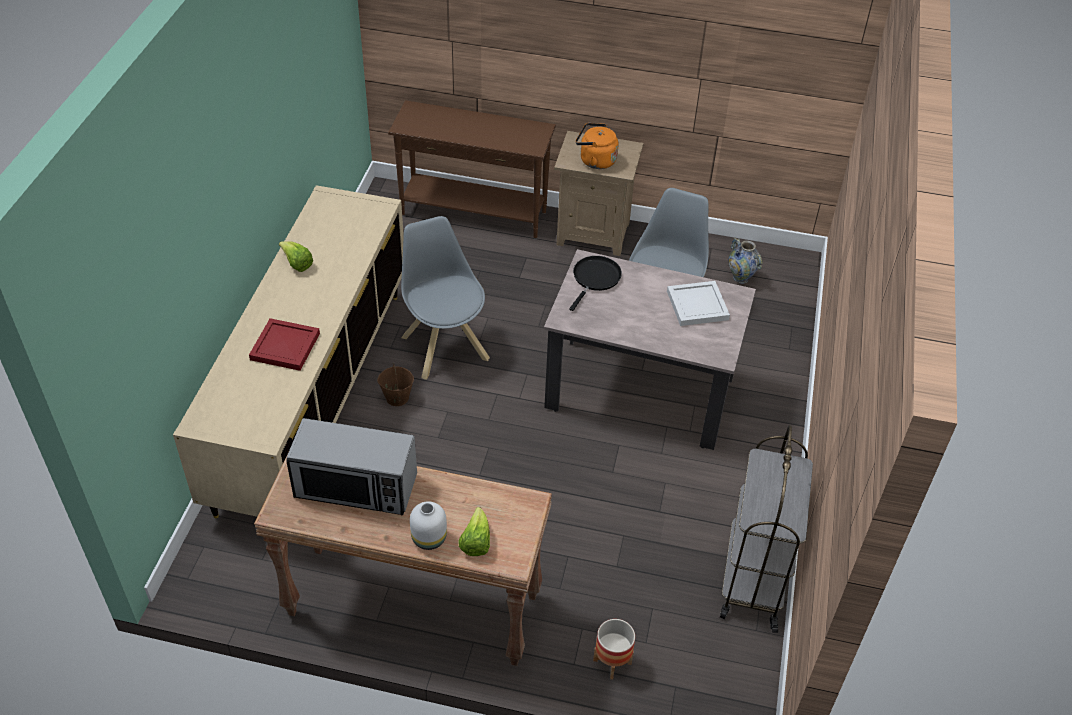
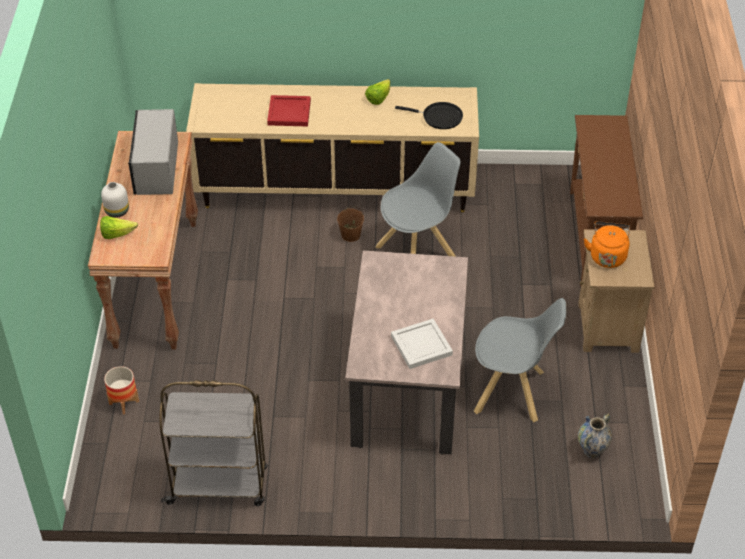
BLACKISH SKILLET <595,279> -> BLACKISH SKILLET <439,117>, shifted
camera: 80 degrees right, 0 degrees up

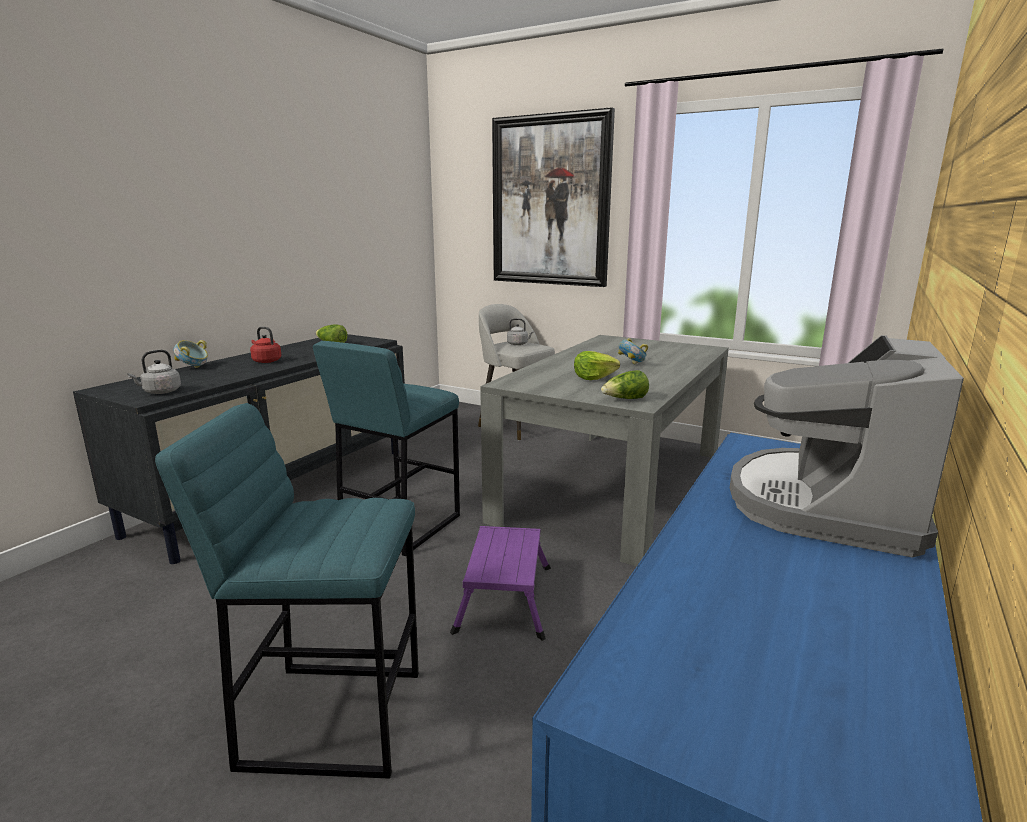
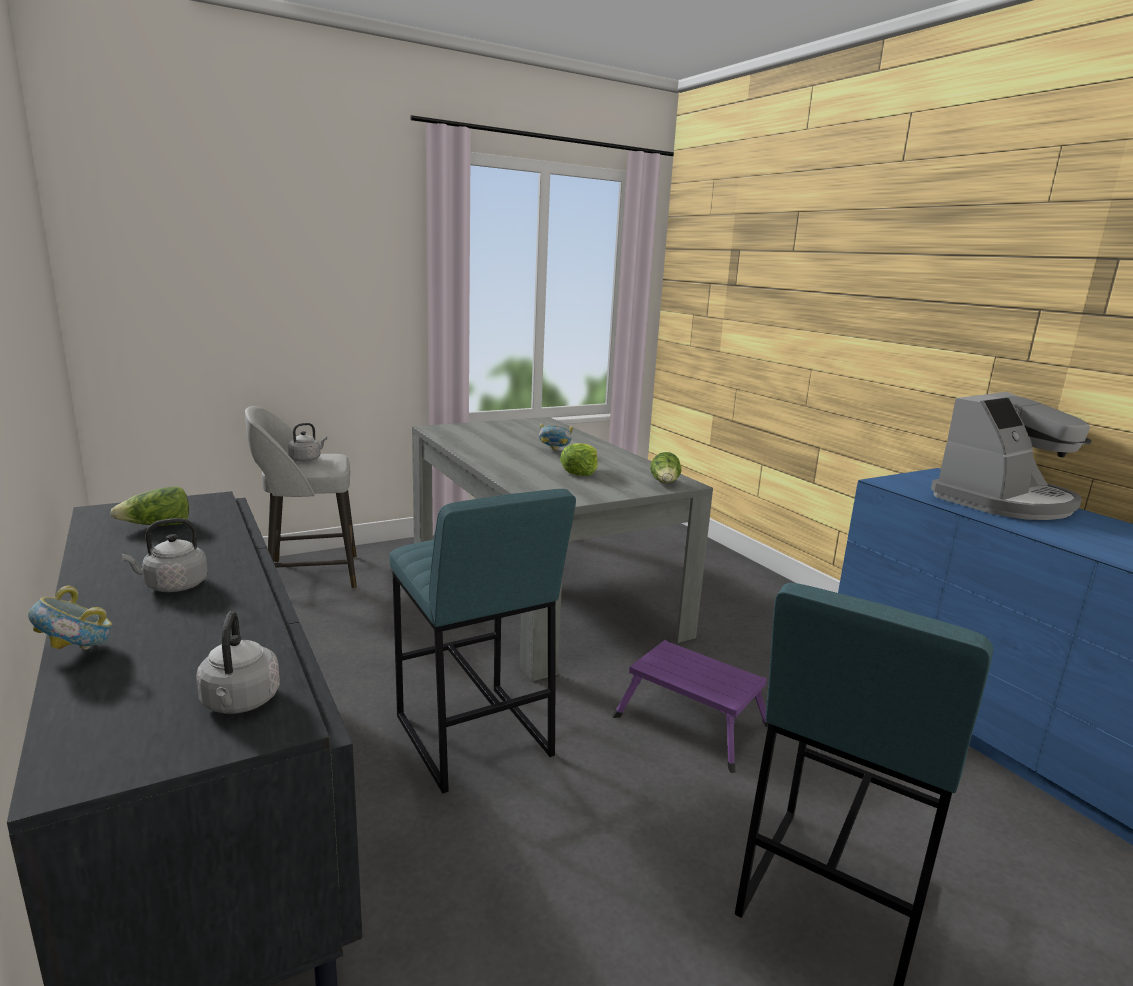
PICTURE <550,201> -> none
RED TEA KETTLE <266,361> -> GRAY TEA KETTLE <173,586>
COFFEE BREWER <826,505> -> COFFEE BREWER <1004,501>, 90 degrees counterclockwise
camera: 60 degrees left, 0 degrees up

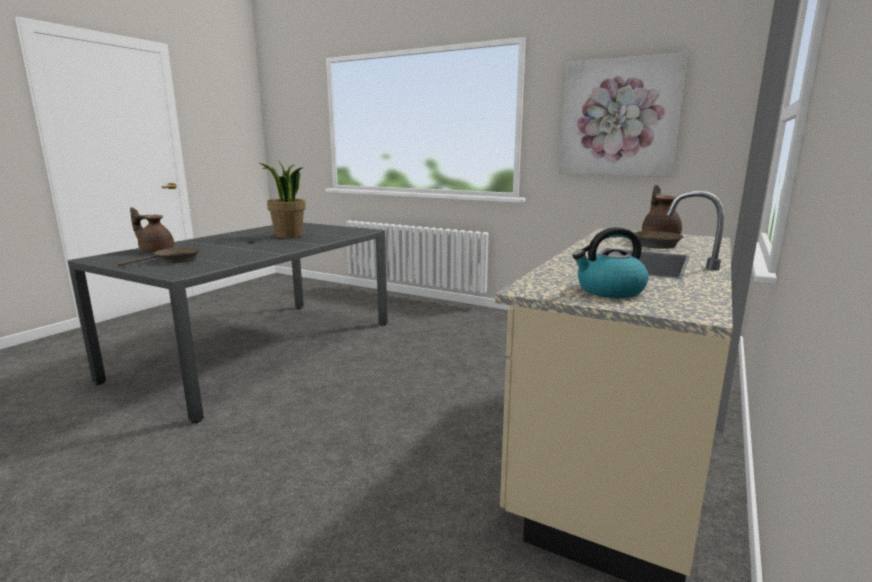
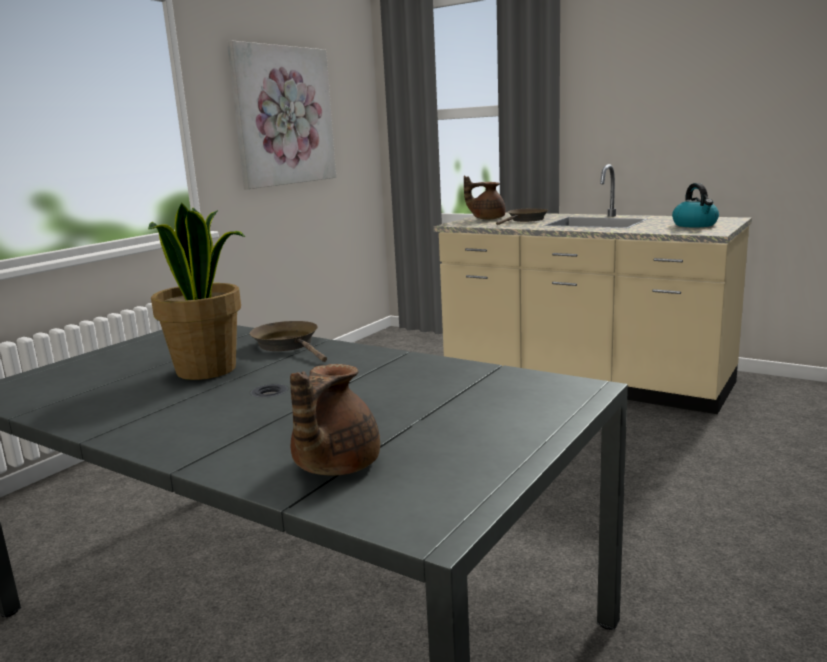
BROWN SKILLET <174,260> -> BROWN SKILLET <289,345>, shifted
camera: 85 degrees left, 0 degrees up

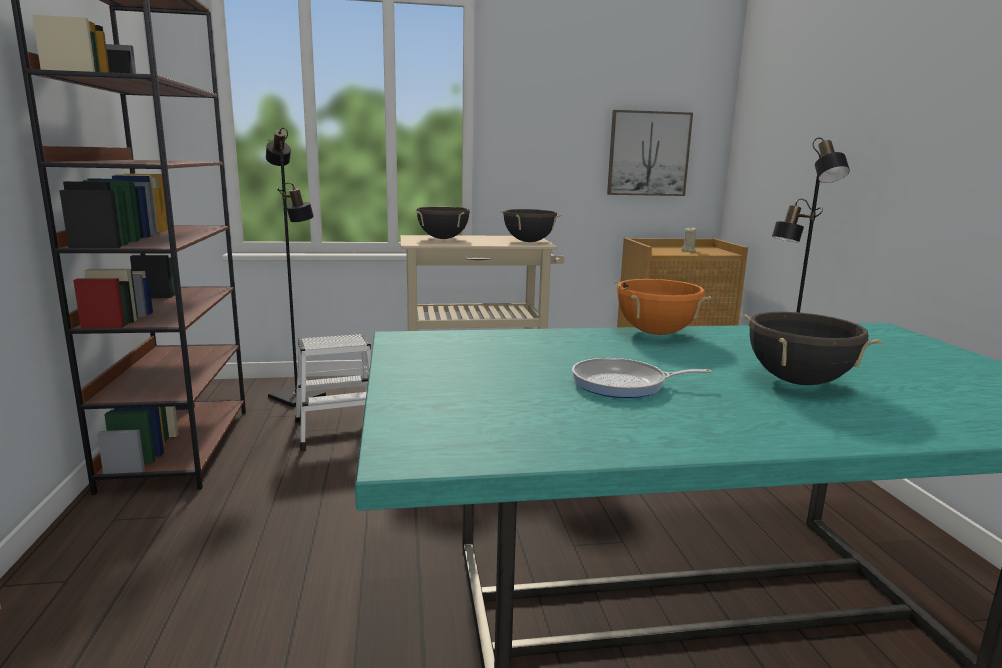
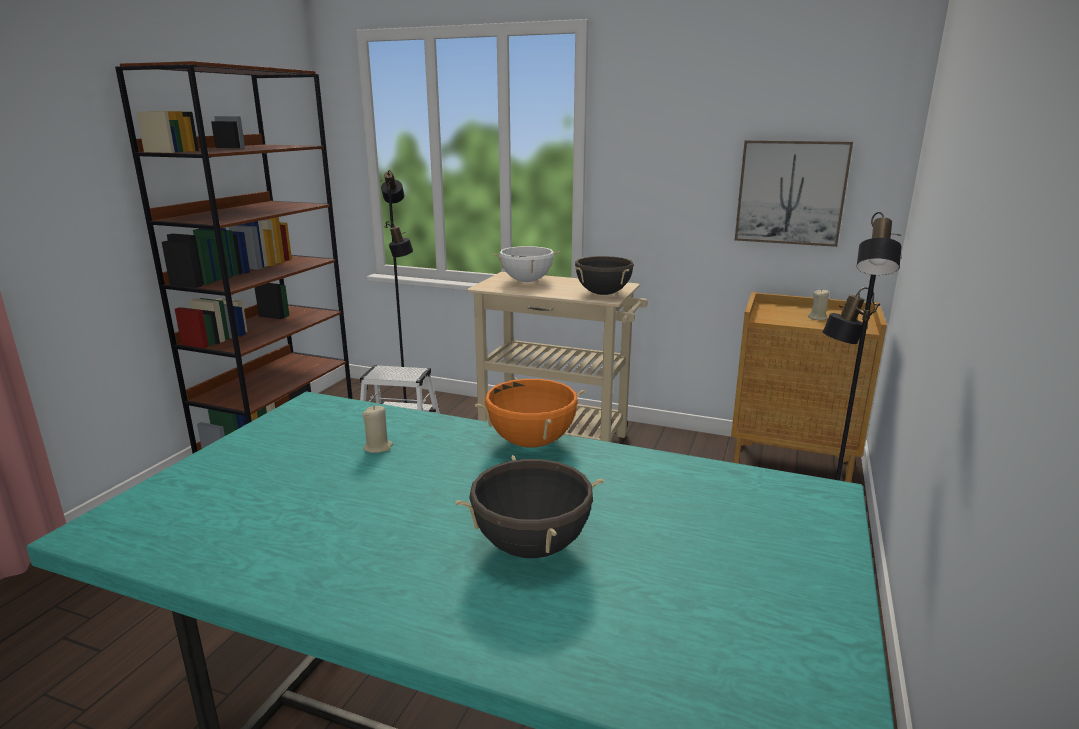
BLACKISH STOCKPOT <443,238> -> WHITISH STOCKPOT <527,281>
SKILLET <624,384> -> none
none -> SAND-COLOURED WAX CANDLE <378,447>
camera: 30 degrees right, 5 degrees up

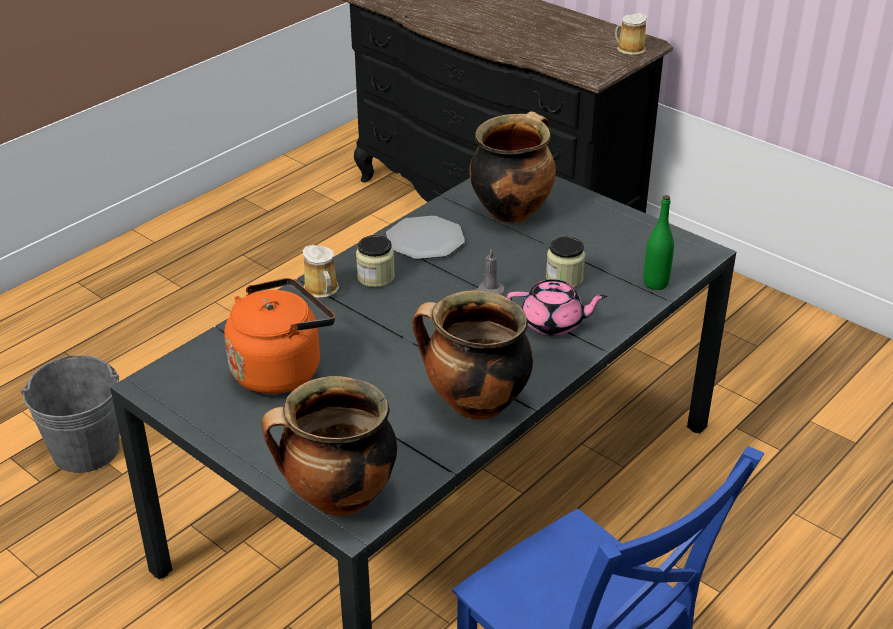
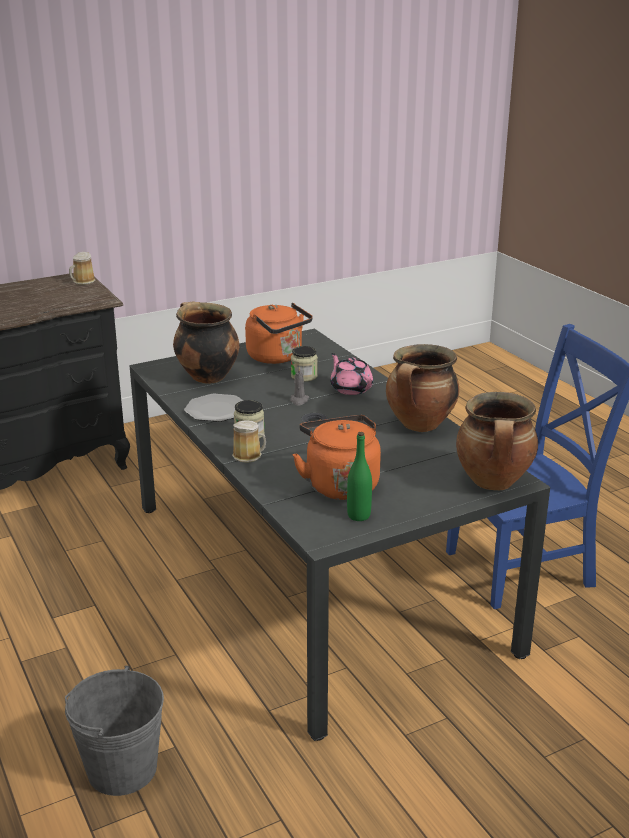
GREENISH DRINK BOTTLE <655,283> -> GREENISH DRINK BOTTLE <358,515>, shifted
PINKISH TEAPOT <553,323> -> PINKISH TEAPOT <351,388>, 60 degrees counterclockwise
none -> ORANGE TEA KETTLE <277,357>
camera: 70 degrees left, 10 degrees down

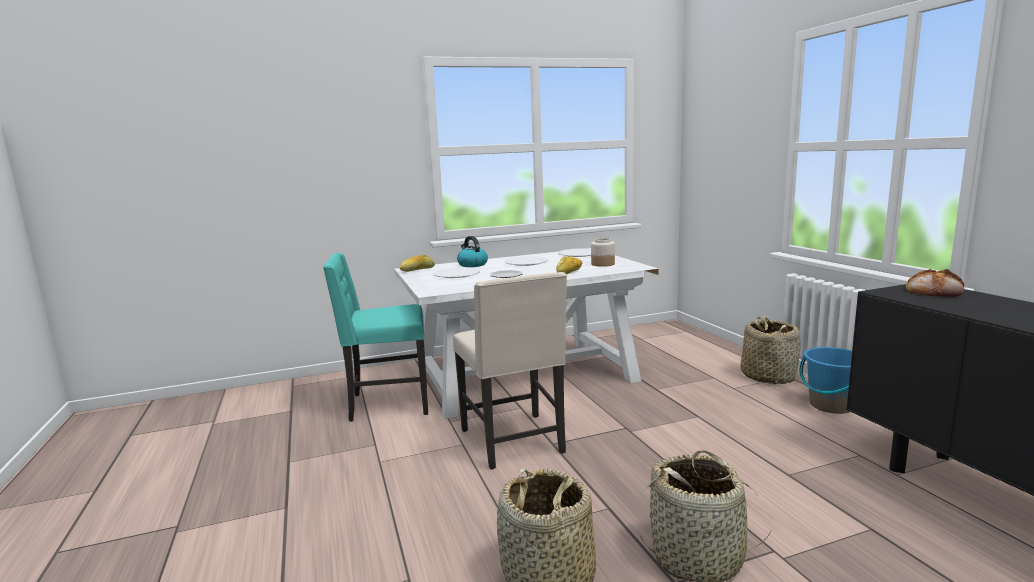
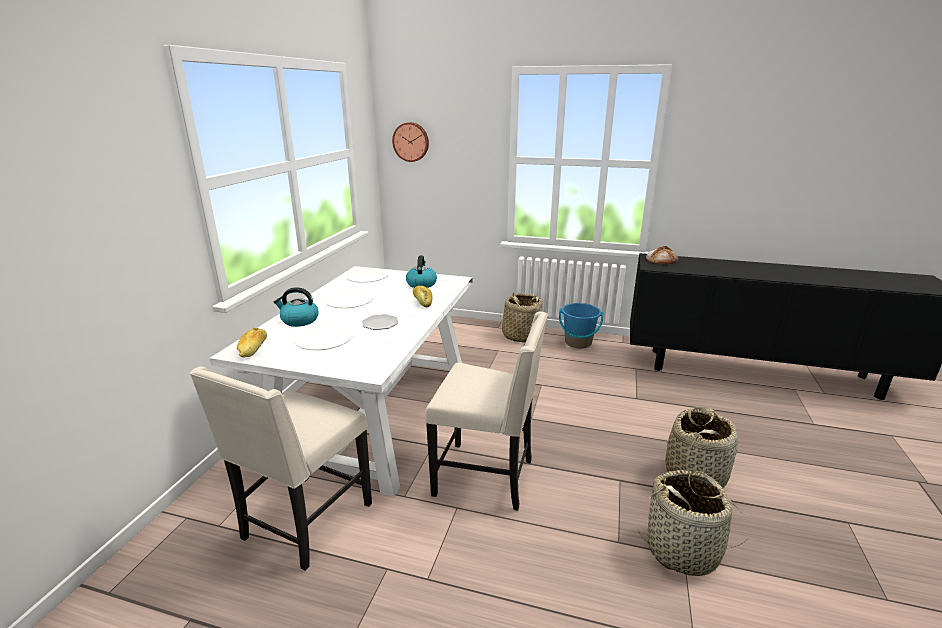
JAR <602,264> -> TEA KETTLE <421,284>
TURQUOISE-COLOURED CHAIR <388,404> -> SAND-COLOURED CHAIR <305,522>
none -> CLOCK ON THE WALL <411,142>
camera: 55 degrees left, 10 degrees up

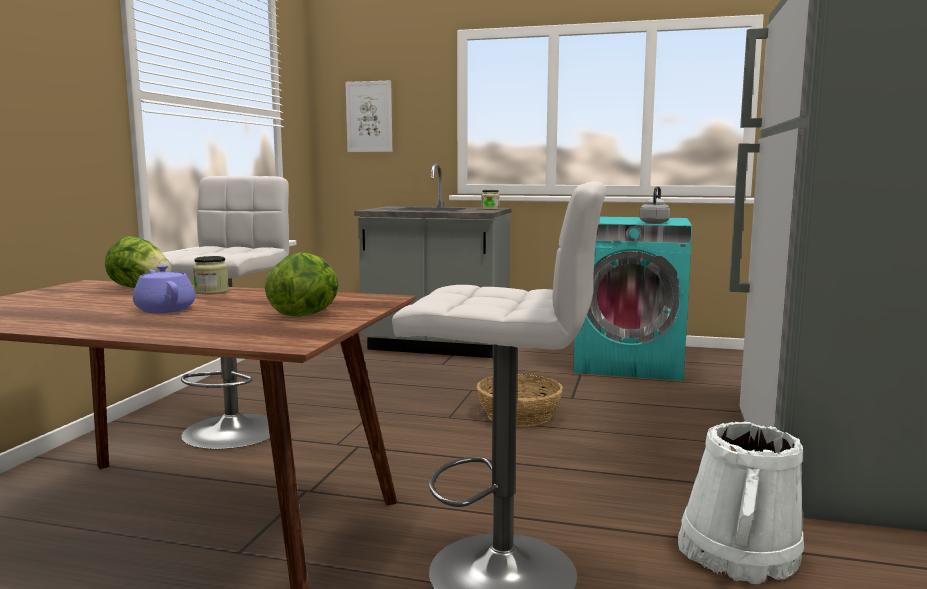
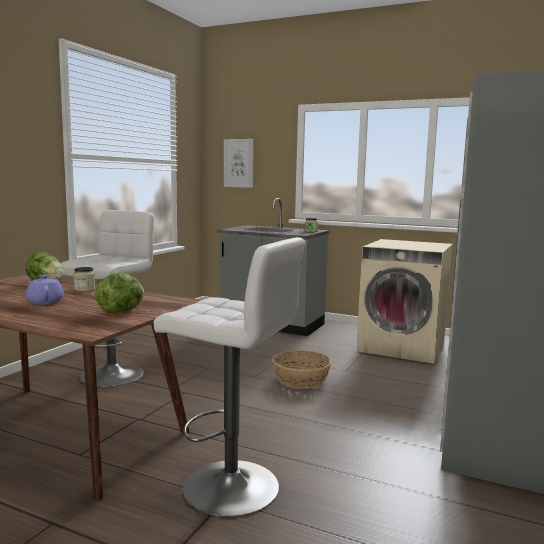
GRAY TEA KETTLE <654,223> -> none
TURQUOISE-COLOURED LAUNDRY APPLIANCE <630,363> -> SAND-COLOURED LAUNDRY APPLIANCE <403,347>
WHITISH BUCKET <738,553> -> none
camera: 10 degrees right, 0 degrees up

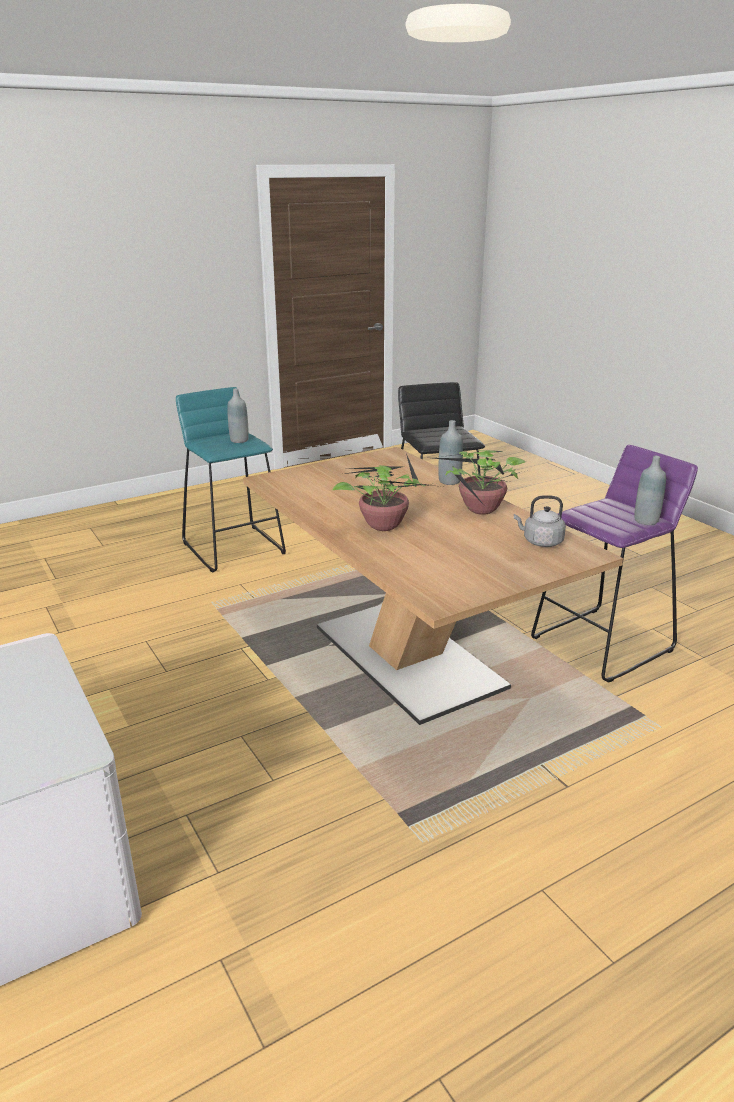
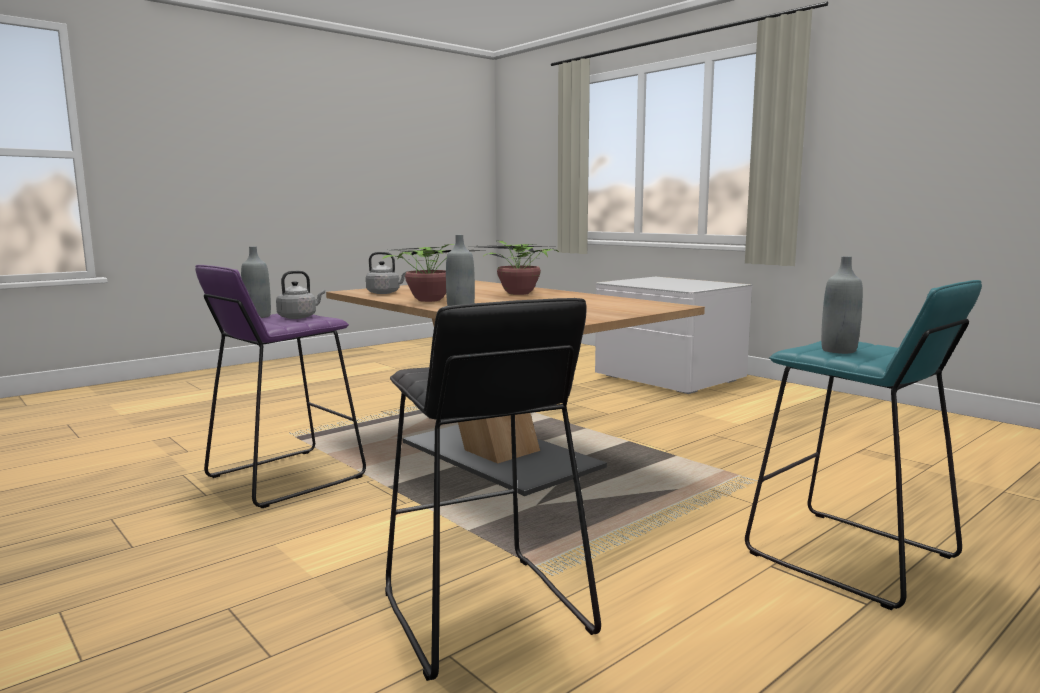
none -> GRAY TEA KETTLE <299,317>
camera: 170 degrees right, 15 degrees down

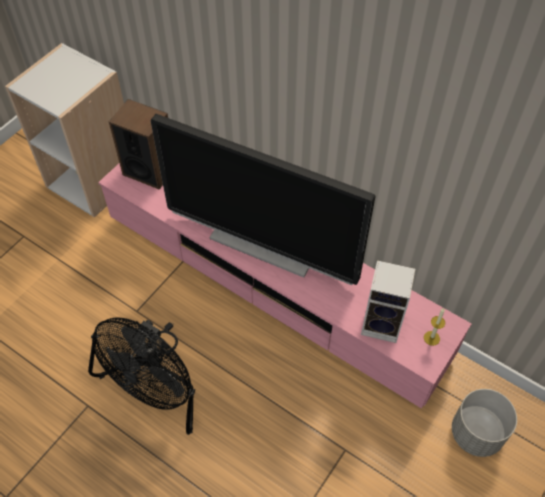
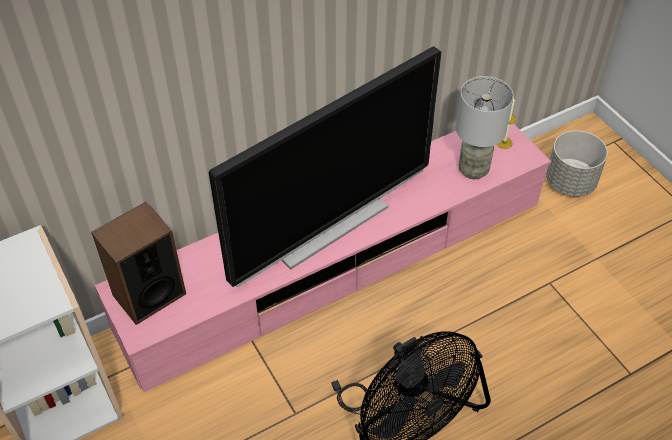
LOUDSPEAKER <383,324> -> GRAY LAMP FOR A TABLE <473,169>
camera: 65 degrees left, 5 degrees down

